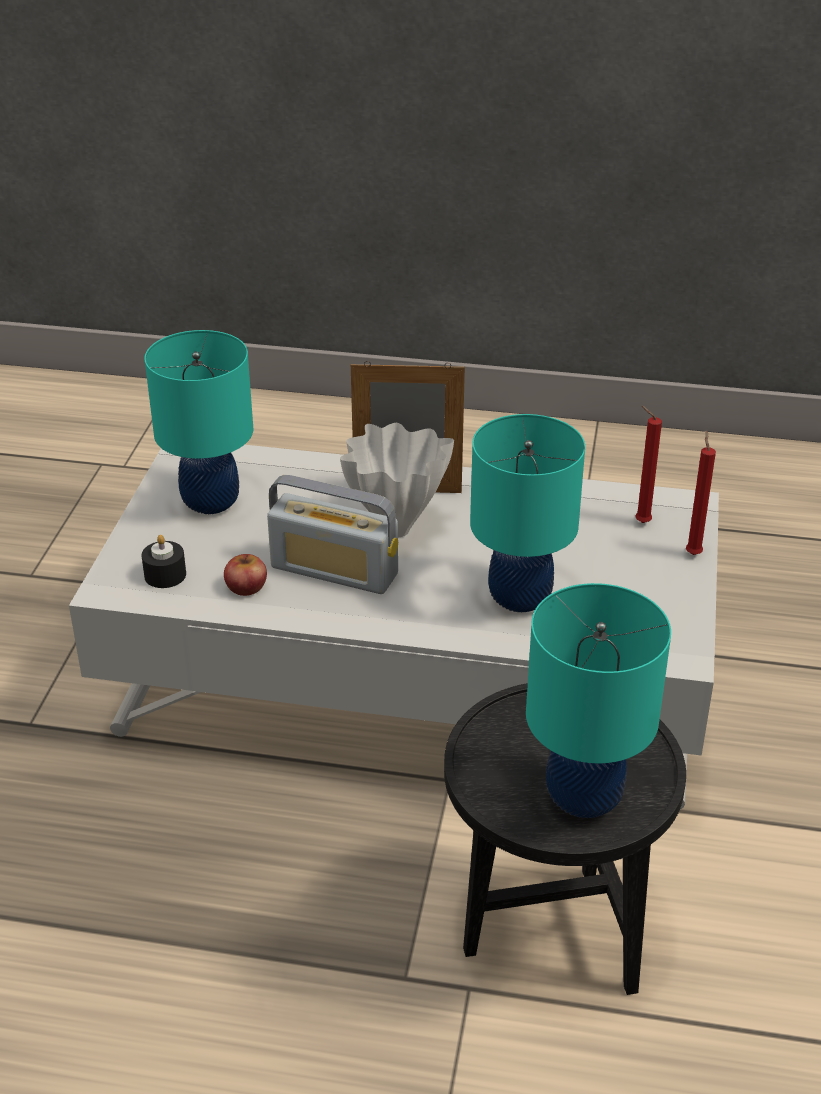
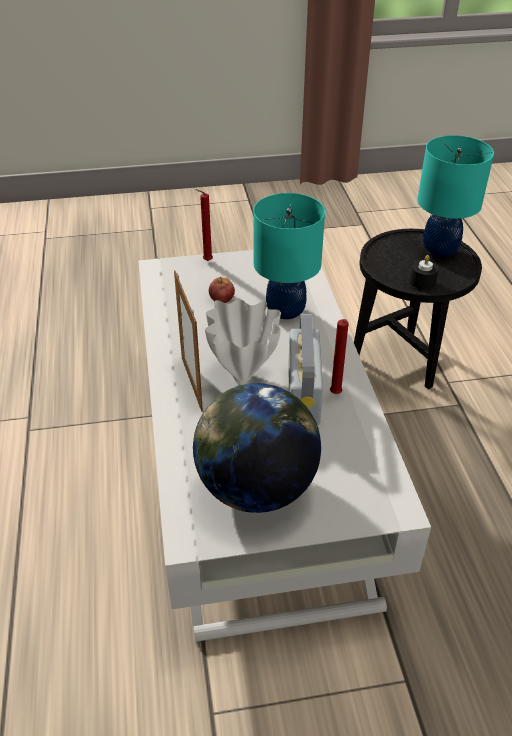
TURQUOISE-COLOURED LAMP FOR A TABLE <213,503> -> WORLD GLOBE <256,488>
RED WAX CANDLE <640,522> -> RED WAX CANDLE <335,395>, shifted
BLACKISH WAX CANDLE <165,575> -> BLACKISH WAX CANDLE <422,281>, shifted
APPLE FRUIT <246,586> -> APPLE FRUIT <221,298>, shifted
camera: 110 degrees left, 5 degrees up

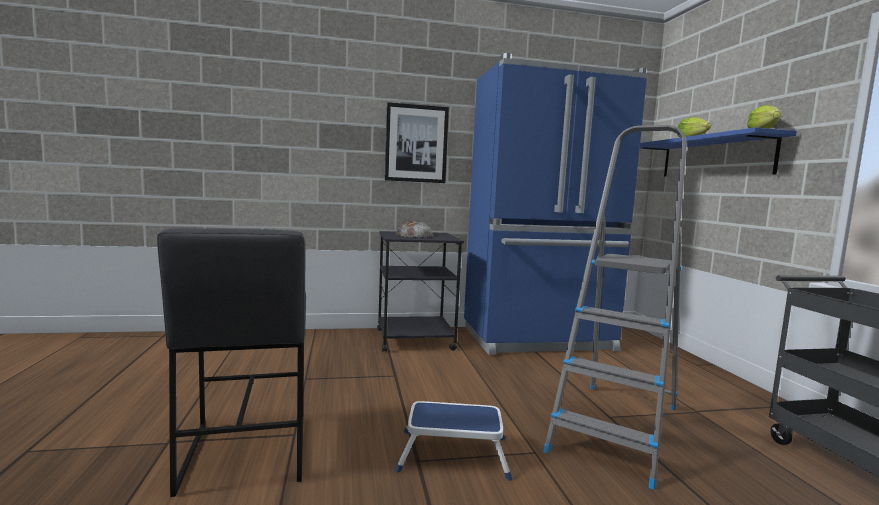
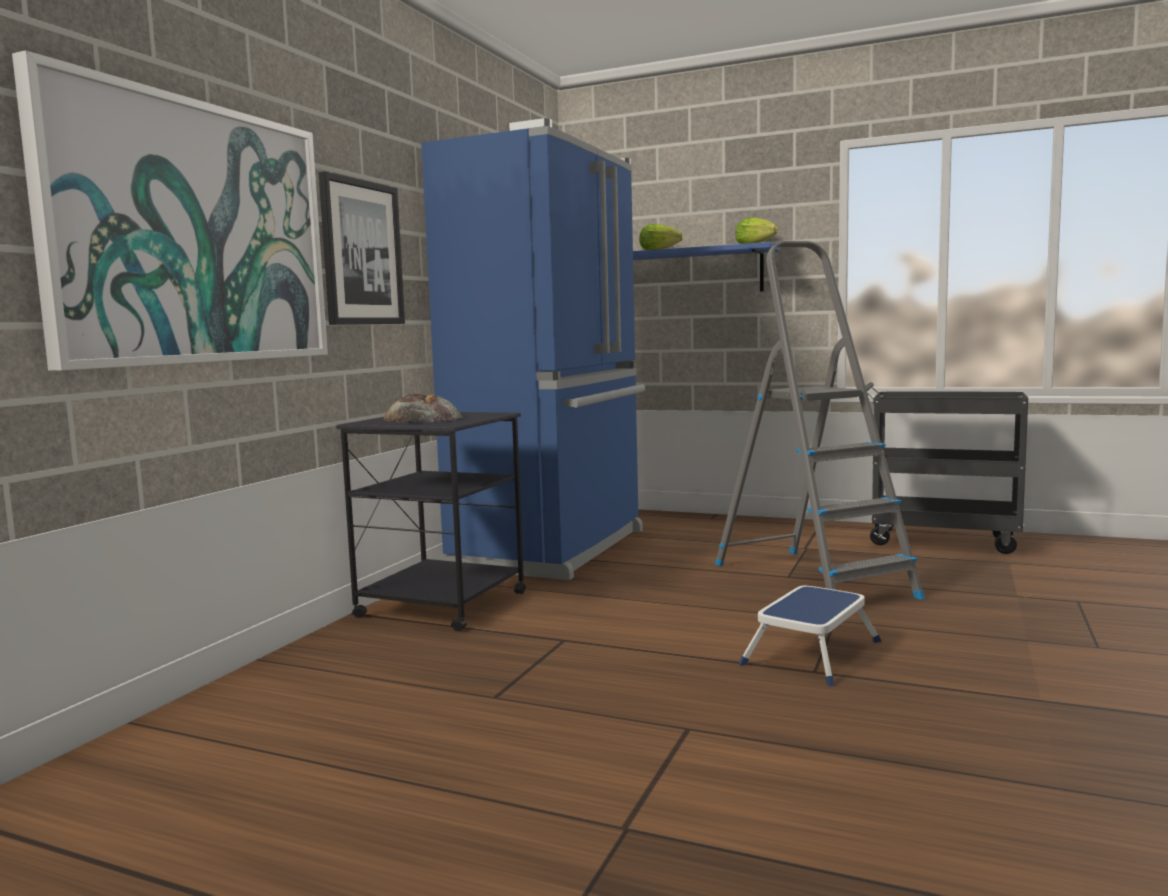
GRAY SITTING STOOL <246,453> -> none
none -> PICTURE <194,234>
camera: 55 degrees left, 0 degrees up

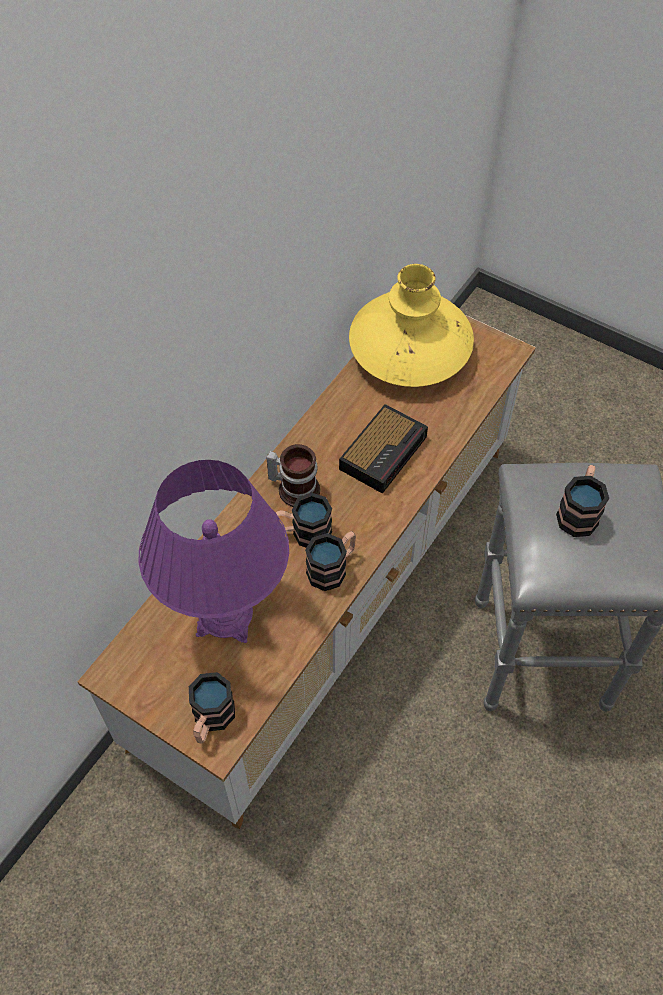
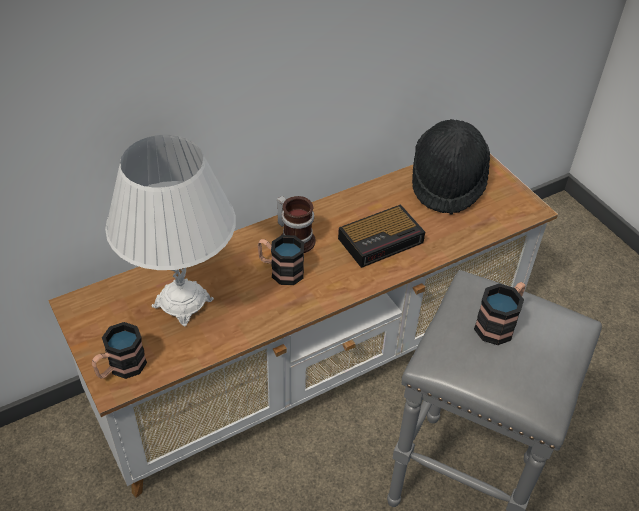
YELLOWISH DECORATIVE VASE <409,353> -> BLACKISH CLOTHING HAT <447,182>
PURPLE LAMP FOR A TABLE <226,616> -> WHITISH LAMP FOR A TABLE <182,302>
TEA MUG <332,568> -> none
camera: 25 degrees right, 10 degrees down

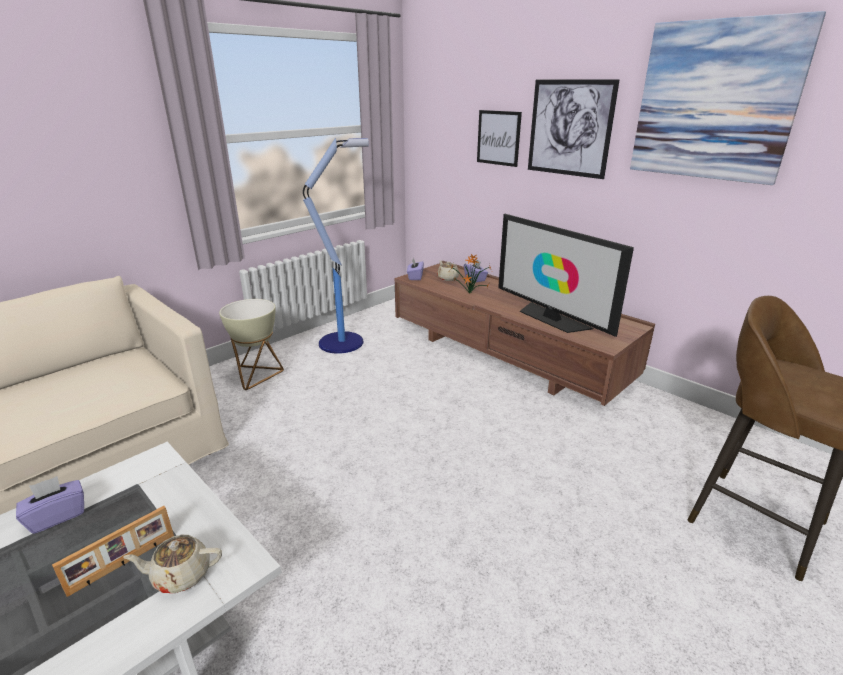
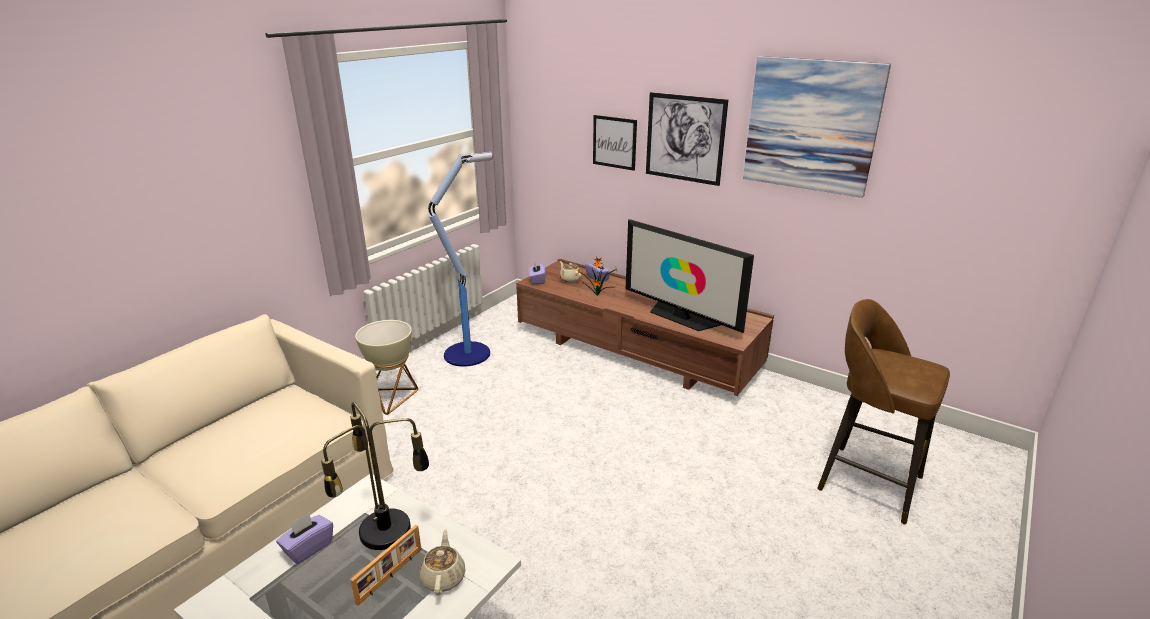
SAND-COLOURED TEAPOT <181,575> -> SAND-COLOURED TEAPOT <443,577>, 105 degrees clockwise
none -> LAMP FOR A TABLE <385,530>
camera: 10 degrees left, 0 degrees up

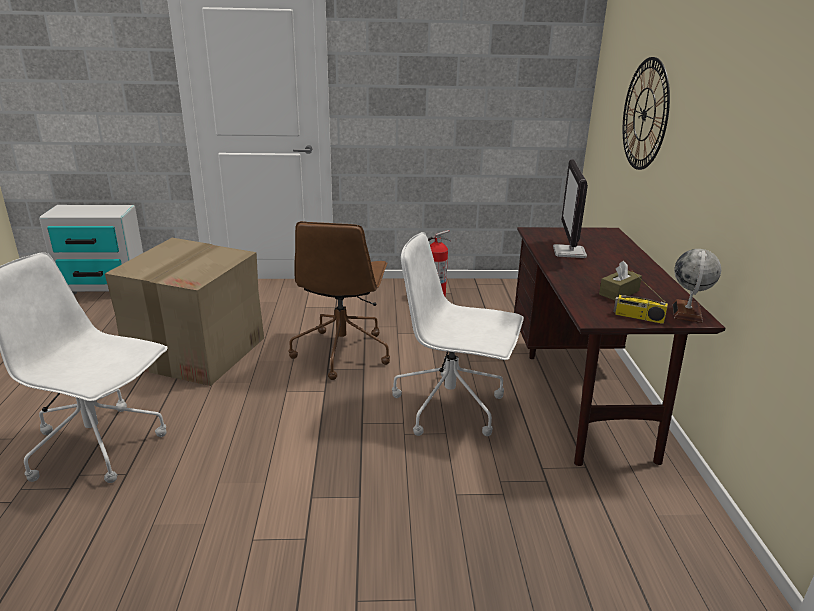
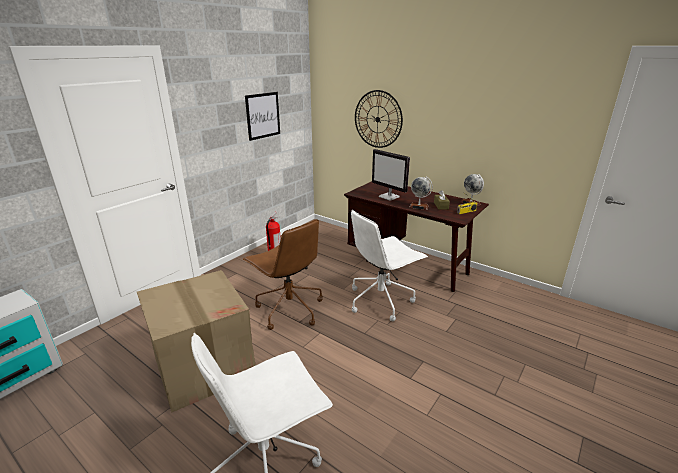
none -> PICTURE <263,115>
none -> WORLD GLOBE <419,206>
camera: 50 degrees left, 0 degrees up

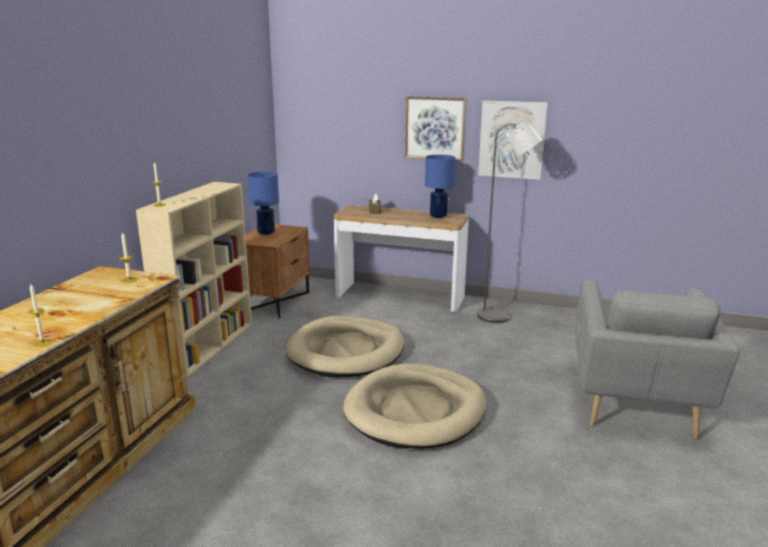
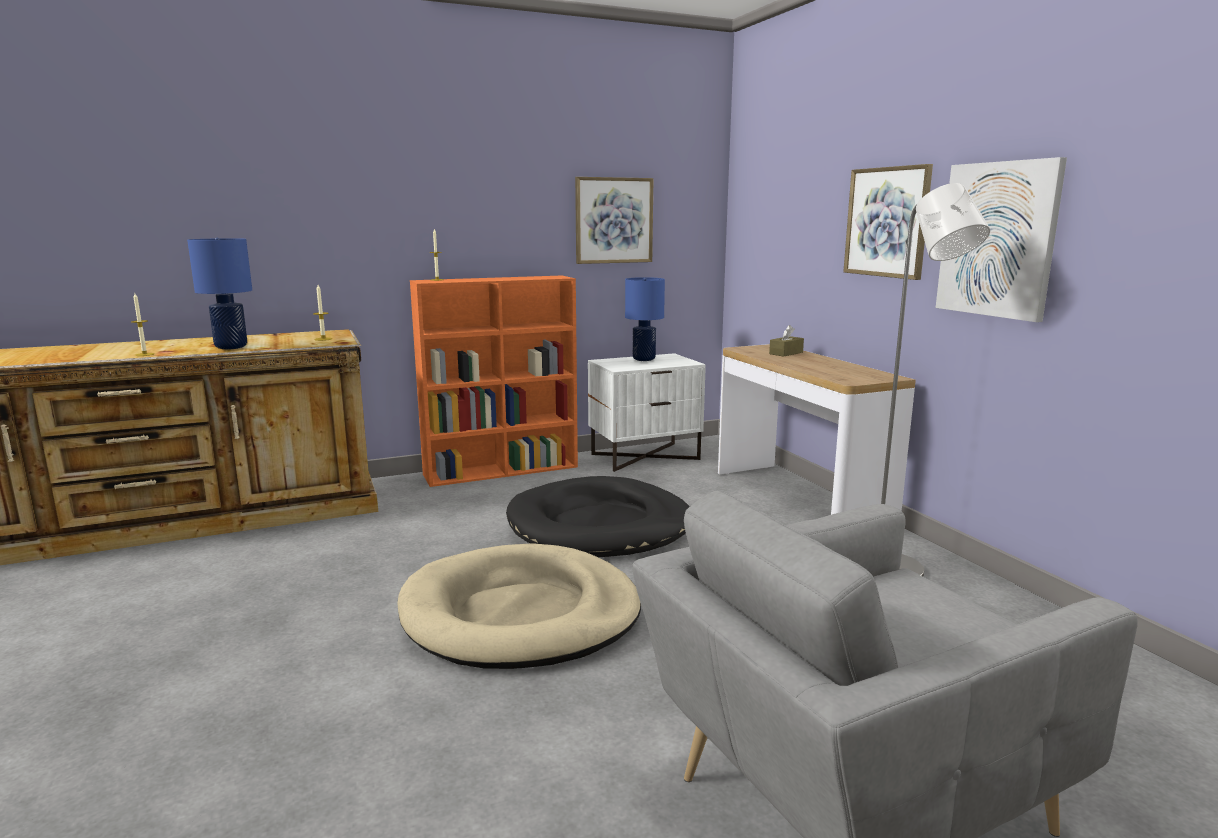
BLUE LAMP FOR A TABLE <438,217> -> BLUE LAMP FOR A TABLE <232,348>, shifted
SAND-COLOURED BOOKCASE <208,345> -> ORANGE BOOKCASE <502,470>
BROWN NIGHT TABLE <275,302> -> WHITISH NIGHT TABLE <645,456>
SAND-COLOURED PET BED <346,351> -> BLACKISH PET BED <600,525>
none -> PICTURE <614,220>
camera: 50 degrees right, 5 degrees down

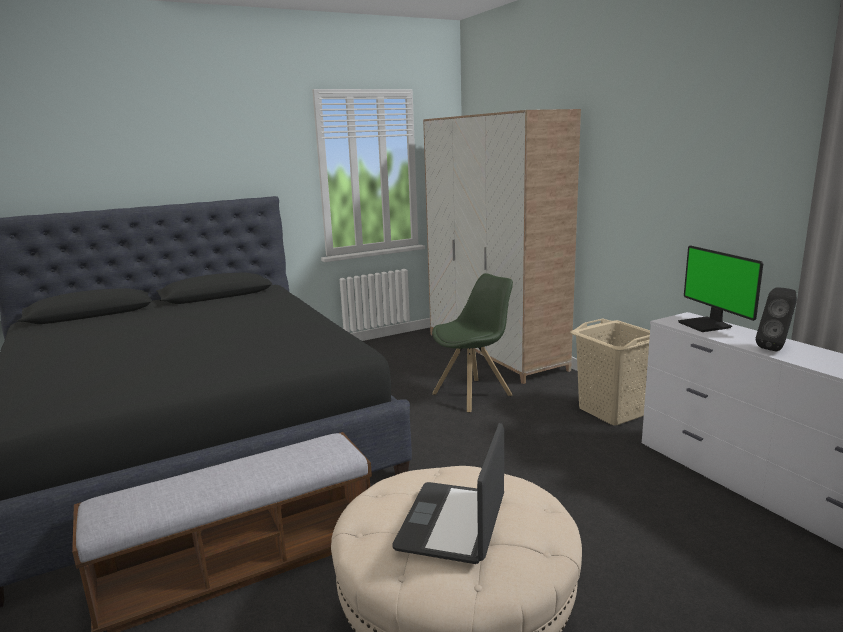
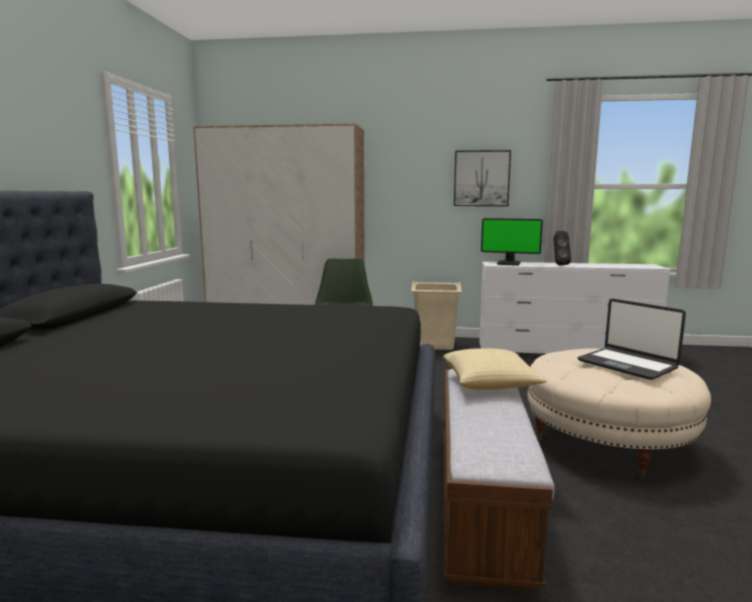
none -> PICTURE <481,178>
none -> PILLOW <490,384>
camera: 55 degrees left, 5 degrees down

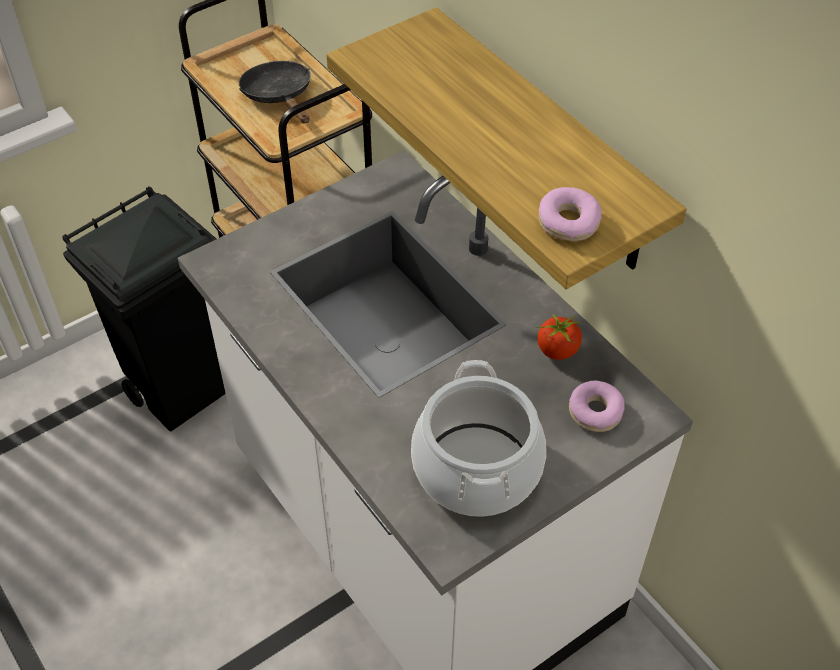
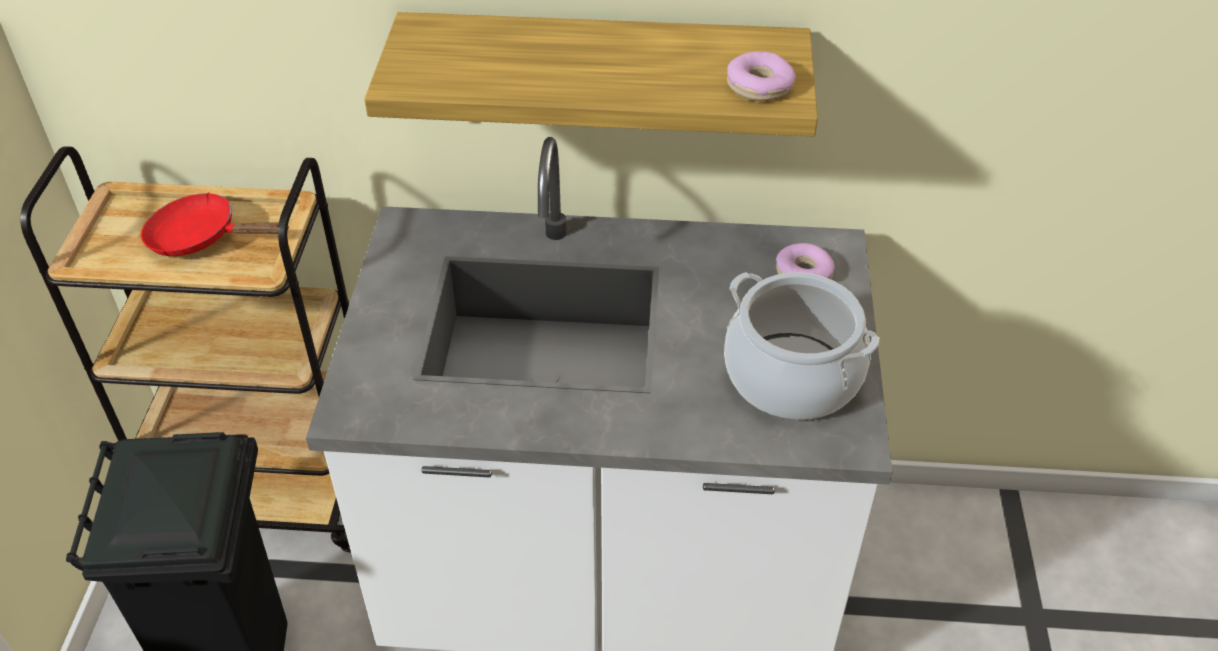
BLACKISH SKILLET <279,96> -> RED SKILLET <202,238>
WHOLE TOMATO <557,350> -> none
camera: 50 degrees left, 5 degrees down

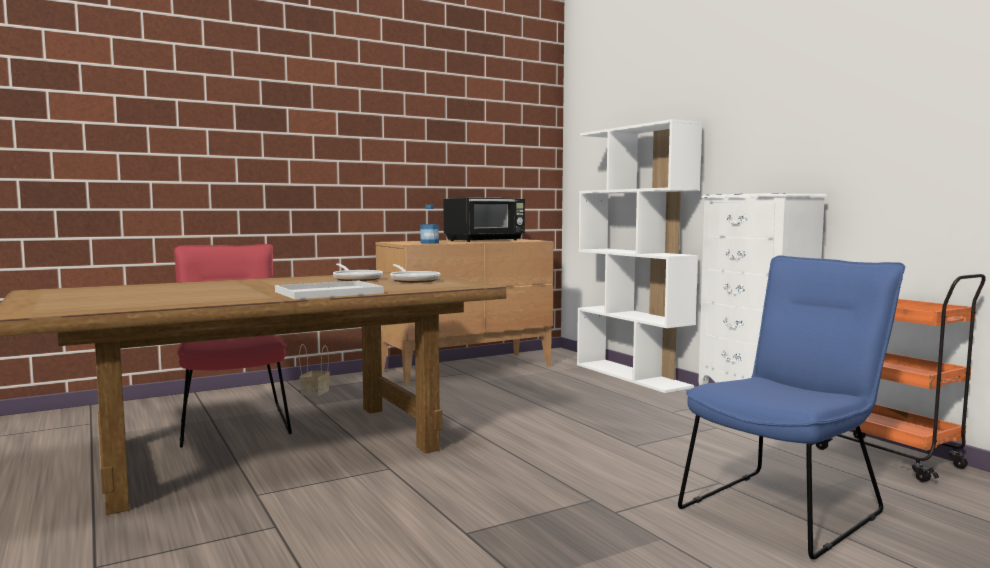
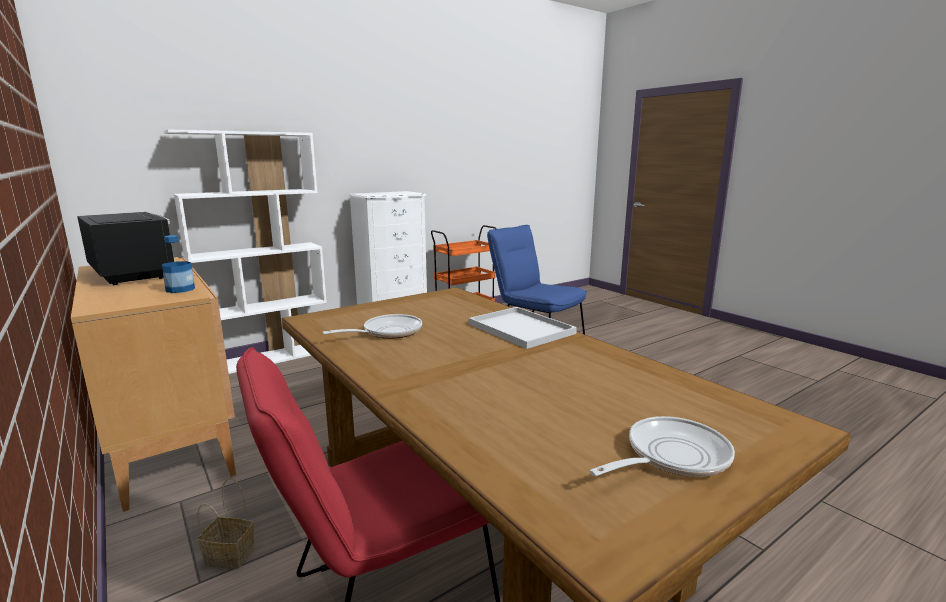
SKILLET <413,280> -> SKILLET <671,456>, shifted
camera: 95 degrees left, 10 degrees up

